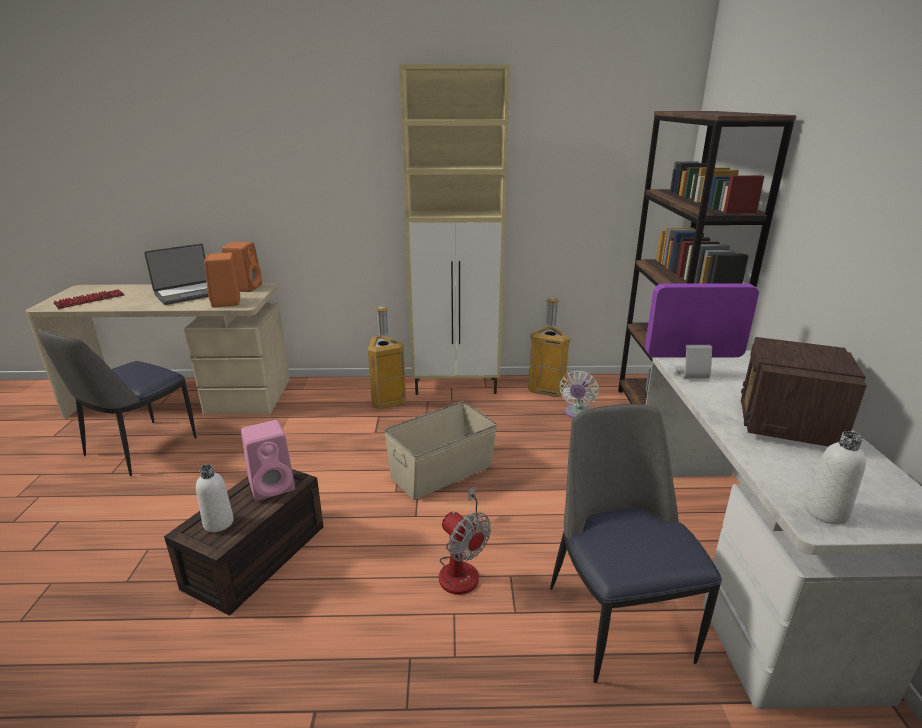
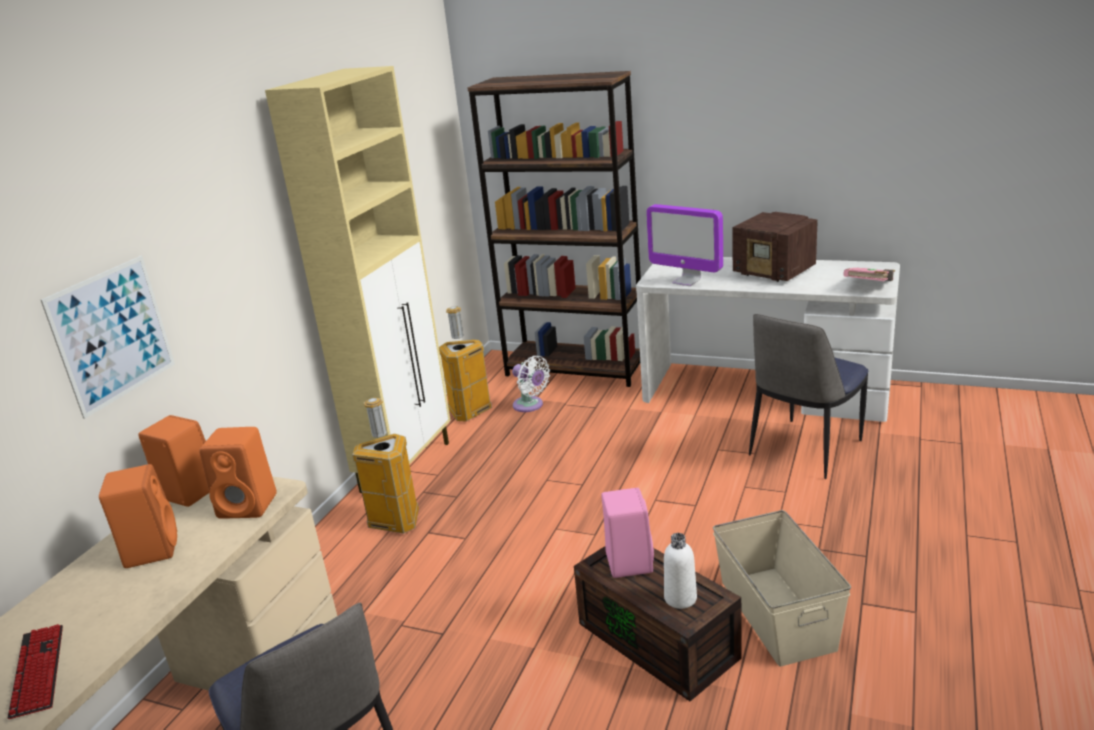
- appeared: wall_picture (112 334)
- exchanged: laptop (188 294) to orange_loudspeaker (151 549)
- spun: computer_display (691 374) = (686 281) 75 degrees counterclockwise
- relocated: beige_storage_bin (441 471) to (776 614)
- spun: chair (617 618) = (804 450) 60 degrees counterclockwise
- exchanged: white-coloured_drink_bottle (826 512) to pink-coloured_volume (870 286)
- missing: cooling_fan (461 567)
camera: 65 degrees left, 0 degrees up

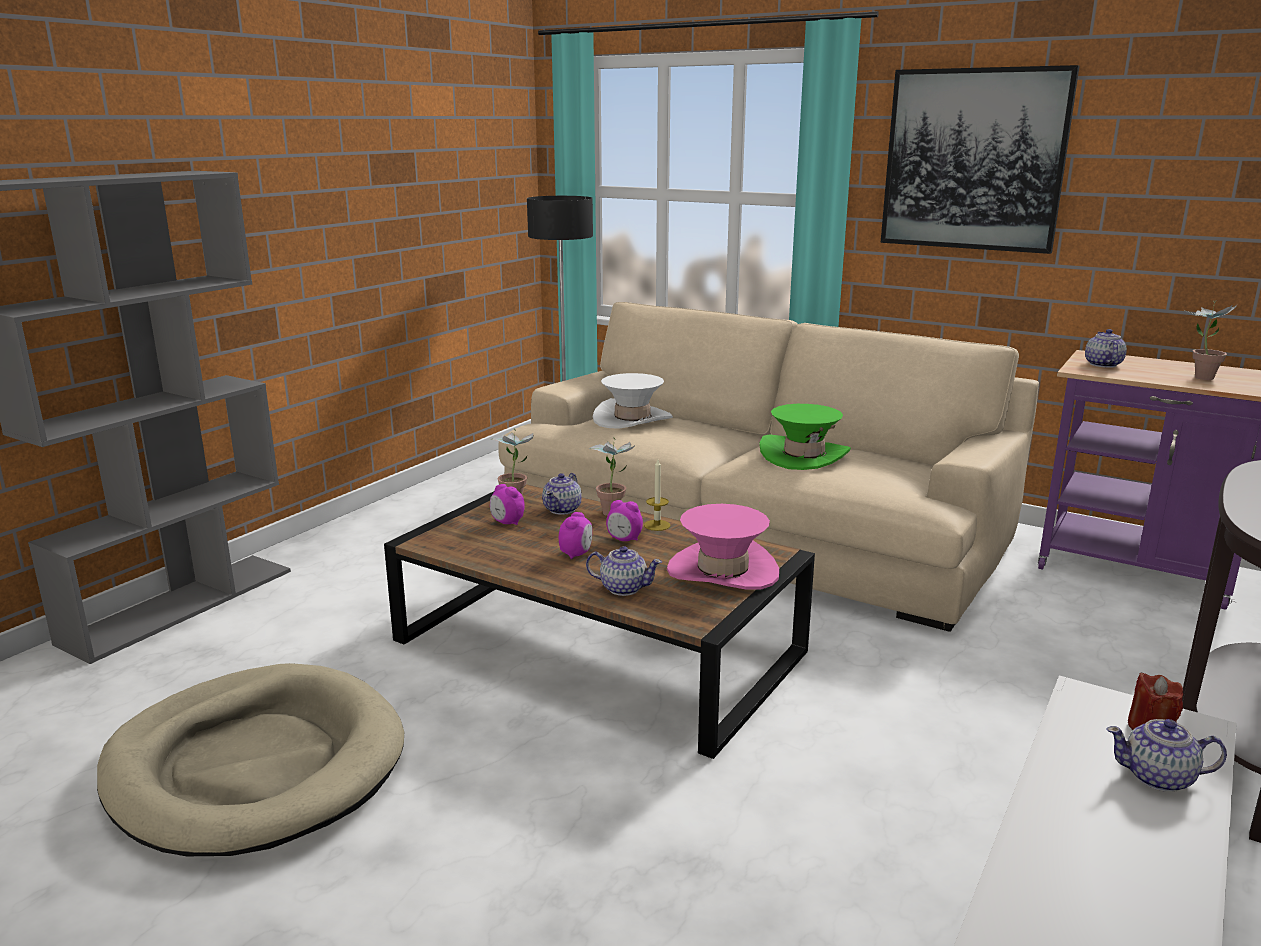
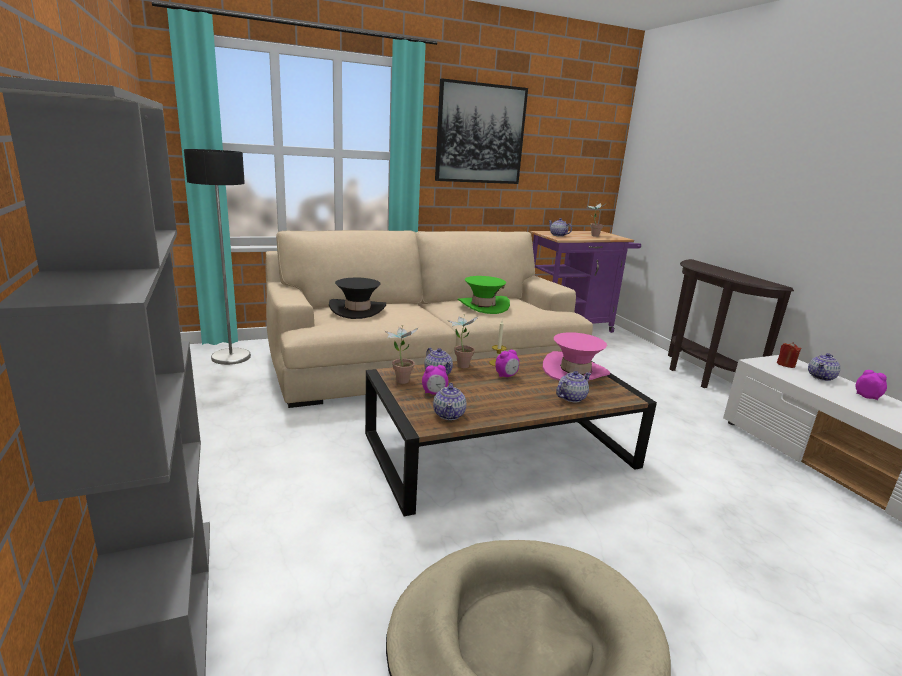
- colour: white-coloured_clothing_hat (632 419) to blackish_clothing_hat (357 310)
- appeared: teapot (449 414)
- relocated: table_clock (576 554) to (867 397)
camera: 55 degrees left, 0 degrees up

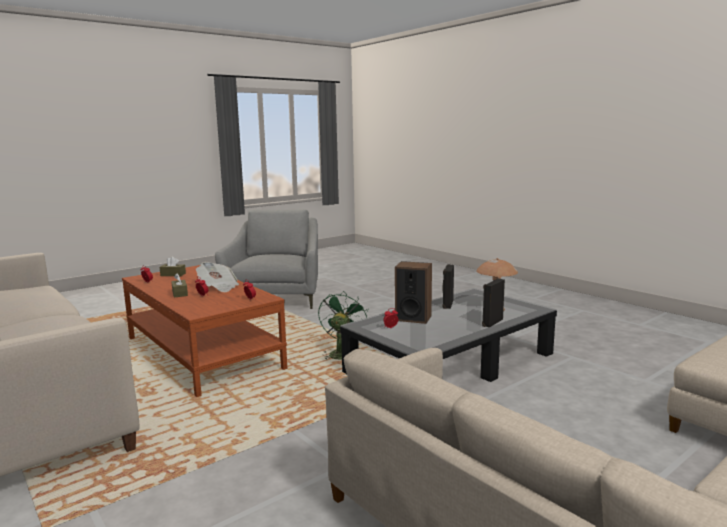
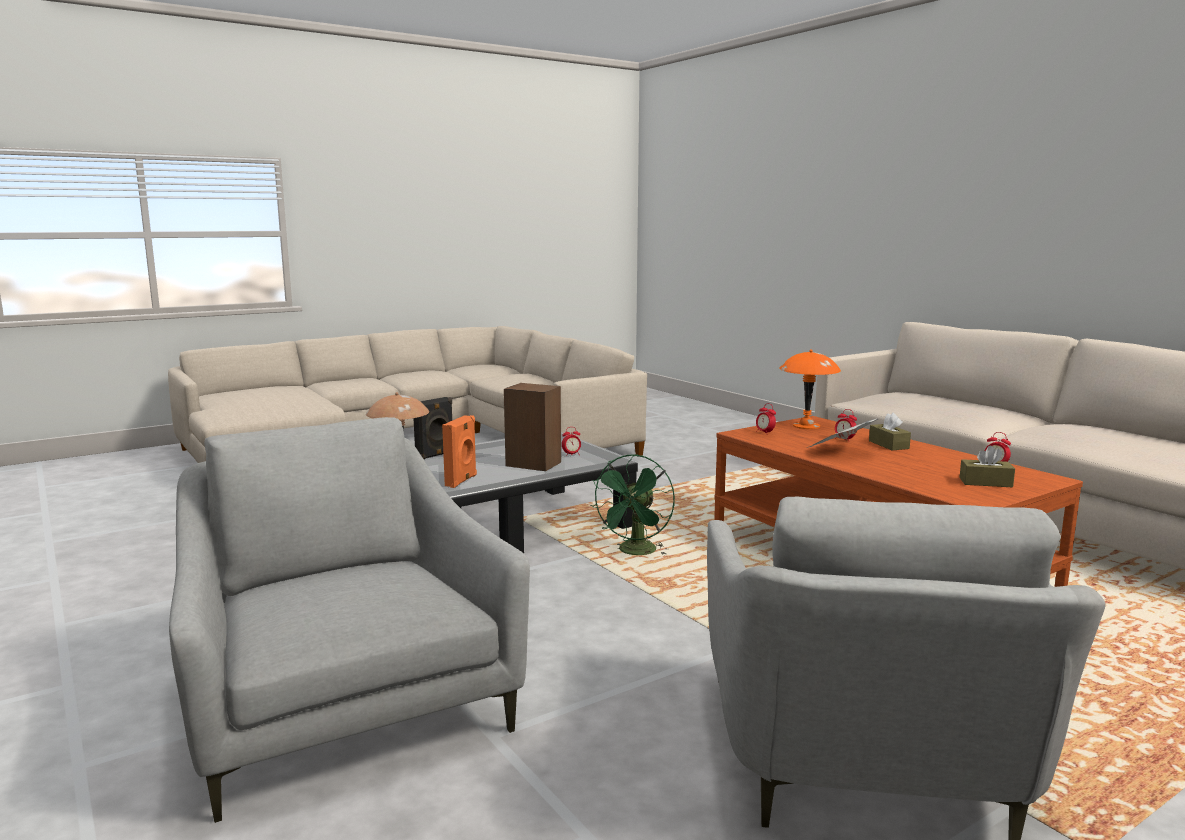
- appeared: gray_armchair (344 705)
- colour: blackish_loudspeaker (447 304) to orange_loudspeaker (462 481)
- appeared: orange_lamp_for_a_table (807 426)
camera: 175 degrees left, 0 degrees up

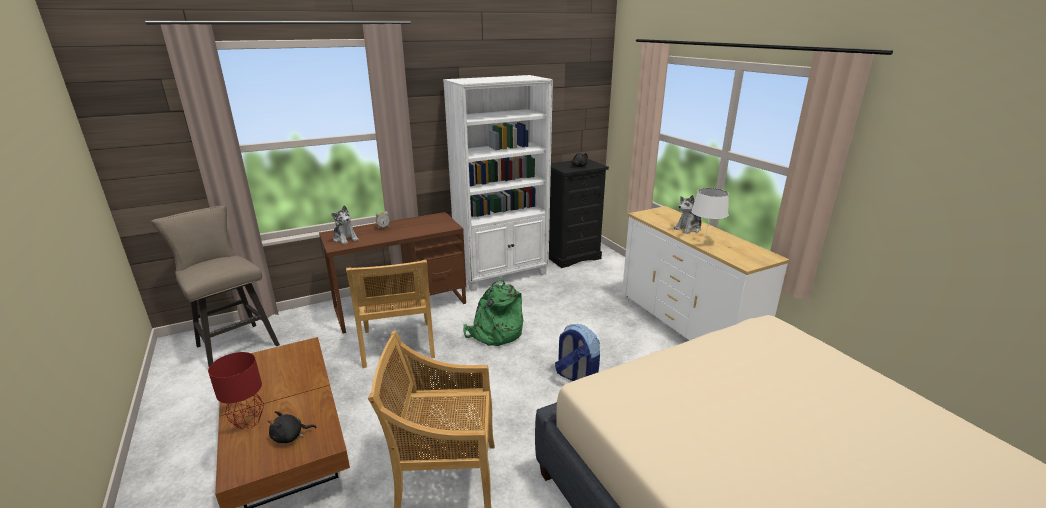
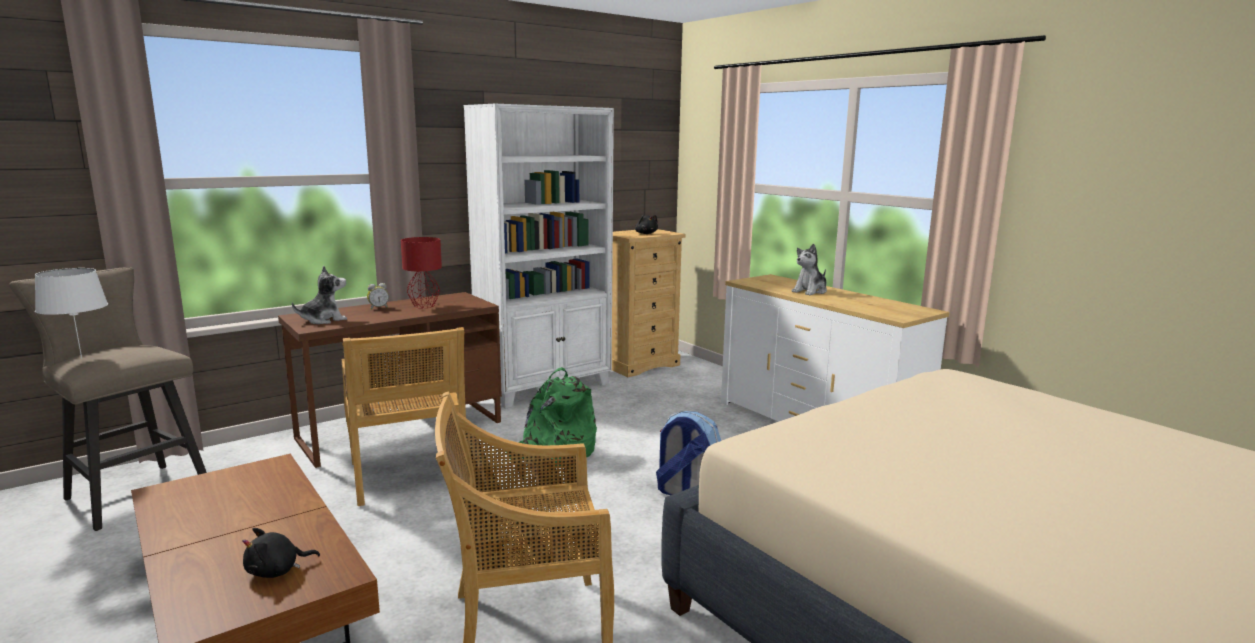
- relocated: white-coloured_lamp_for_a_table (705 242) to (82 358)
- spun: cuddly_toy (345 239) = (323 320) 75 degrees counterclockwise
- relocated: red_lamp_for_a_table (247 422) to (423 306)
- colour: blackish_drawer_chest (572 256) to beige_drawer_chest (639 364)
camera: 10 degrees left, 10 degrees down

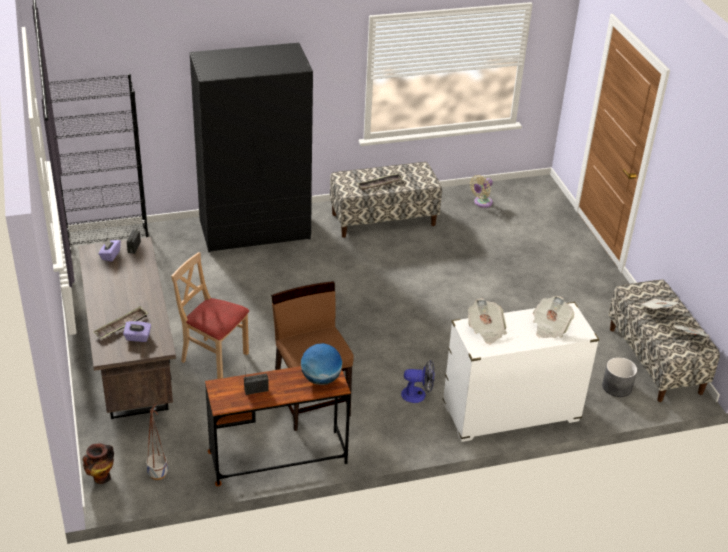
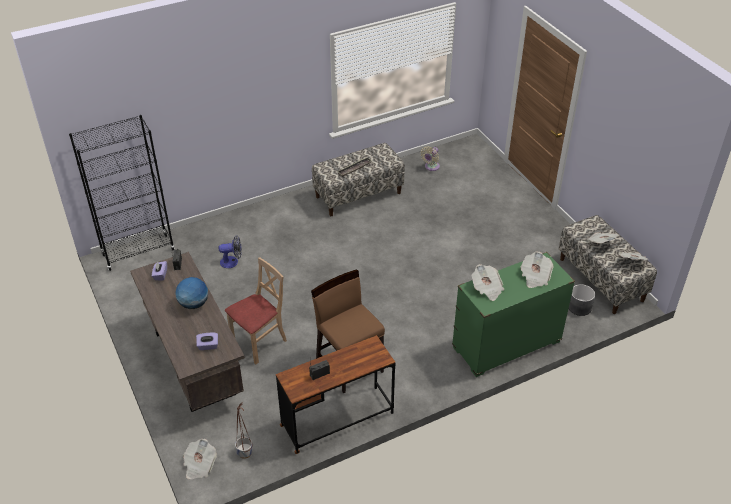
- relocated: world_globe (321 379) to (193 304)
- exchanged: vase (101 477) to daily_paper (199 465)
- relocated: cooling_fan (418 395) to (232 262)
- spun: beige_chair (214 358) = (259 342) 120 degrees clockwise
- colour: white-coloured_drawer_chest (510 413) to greenish_drawer_chest (506 345)
- missing: serving_tray (121 326)
- missing: blackish_wardrobe (255 230)
camera: 10 degrees left, 5 degrees up

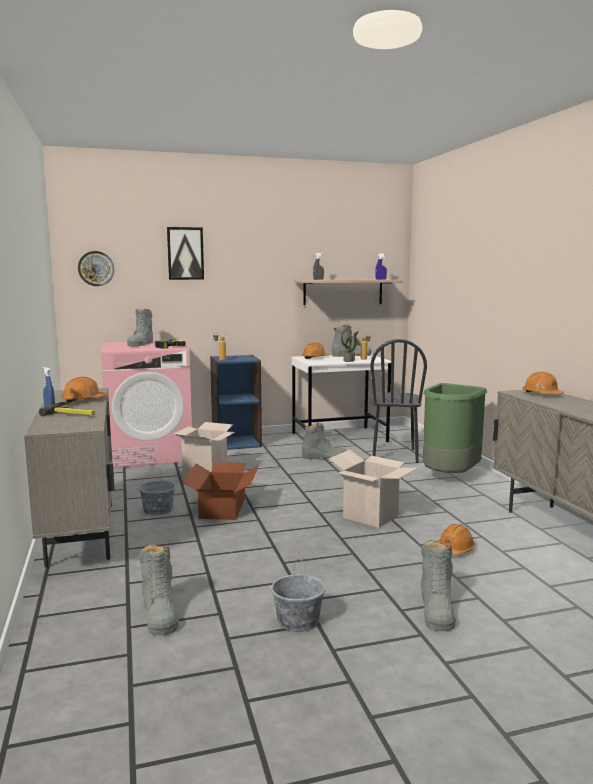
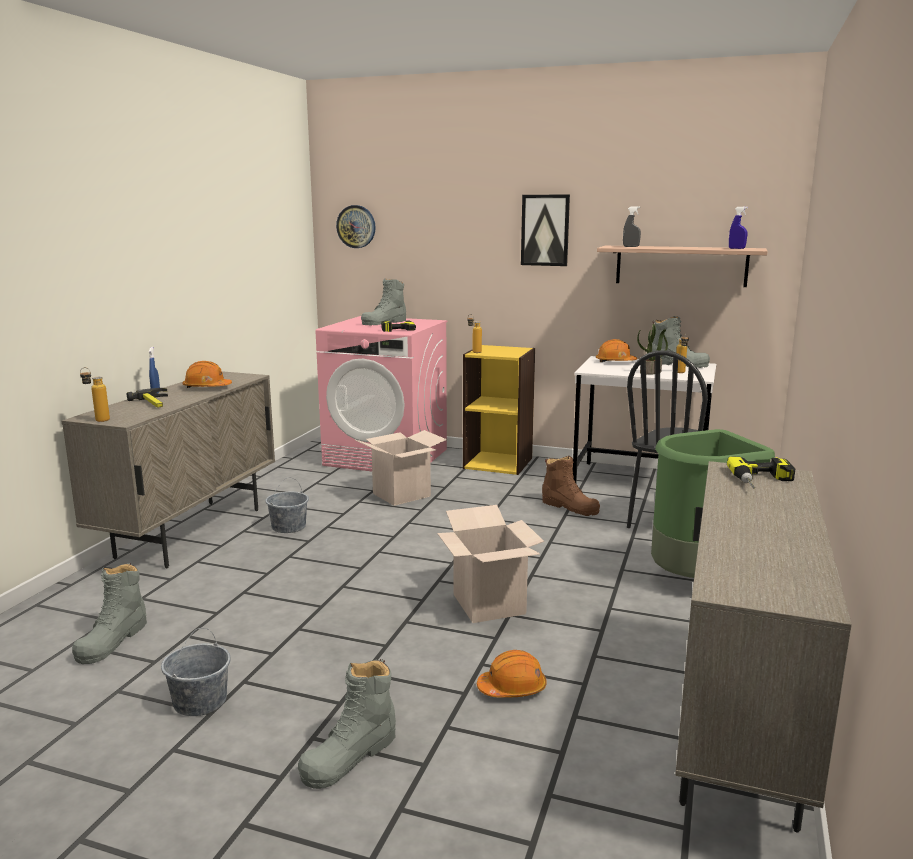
- appeared: drink_bottle (97 420)
- colour: blue-coloured_bookcase (236 443) to yellow-coloured_bookcase (498 463)
- relocated: wall_picture (185 253) to (545 230)
- colour: gray_boot (324 457) to brownish_boot (570 507)
- exchanged: orange_safety_helmet (542 394) to drill (764 482)
- missing: cardboard_box (223 508)
camera: 35 degrees right, 5 degrees up

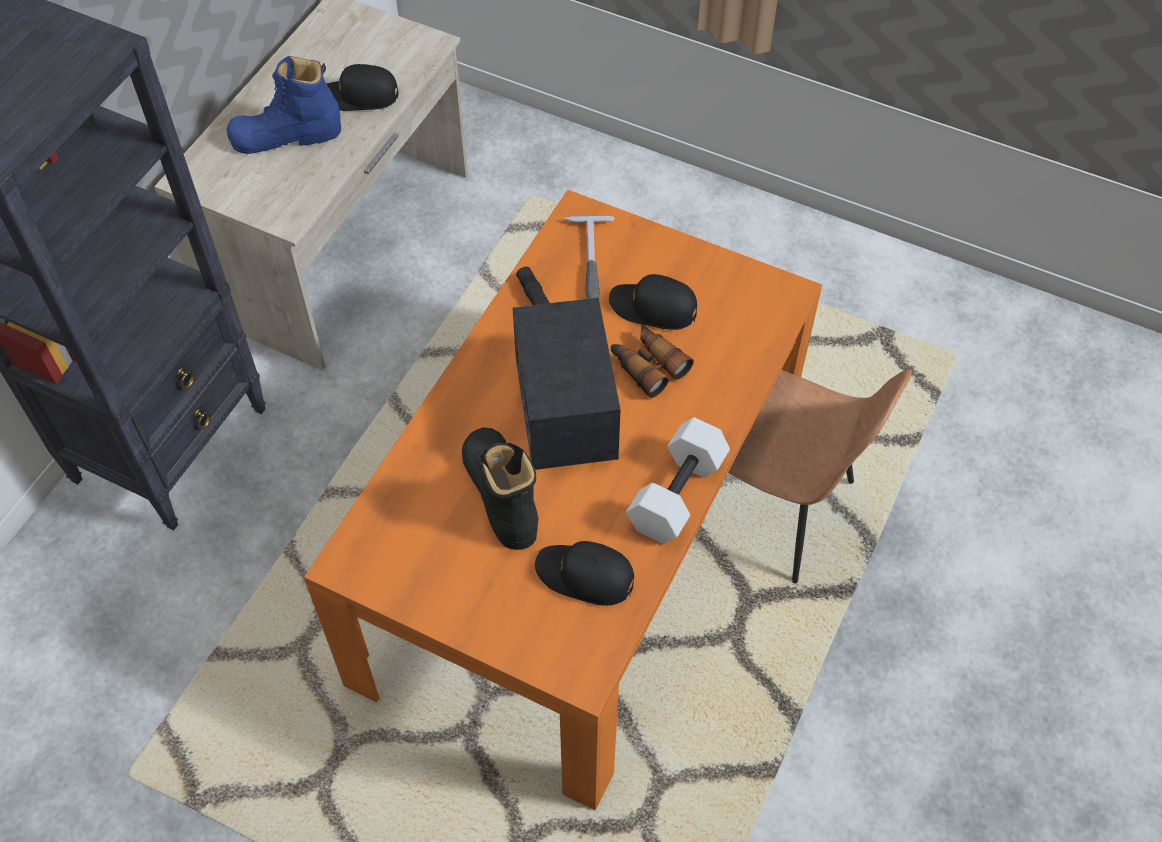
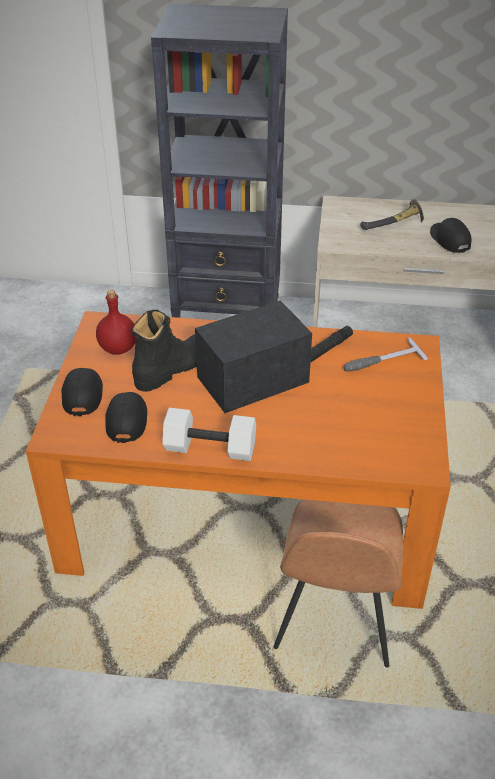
- relocated: blackish_peaked_cap (653 308) to (82 394)
- appeared: red_drink_bottle (118 348)
- exchanged: blue-coloured_boot (286 136) to hammer (394 224)
- missing: field_glasses (648 365)
camera: 70 degrees right, 15 degrees down

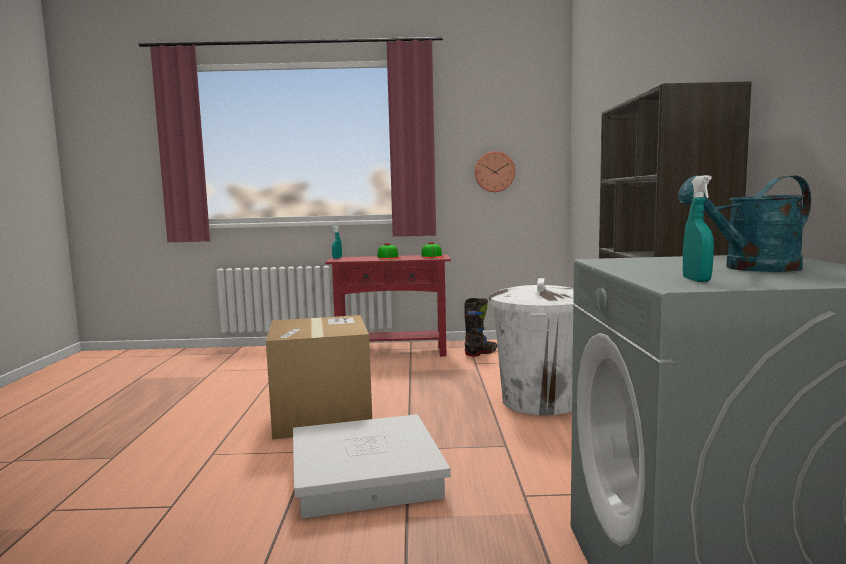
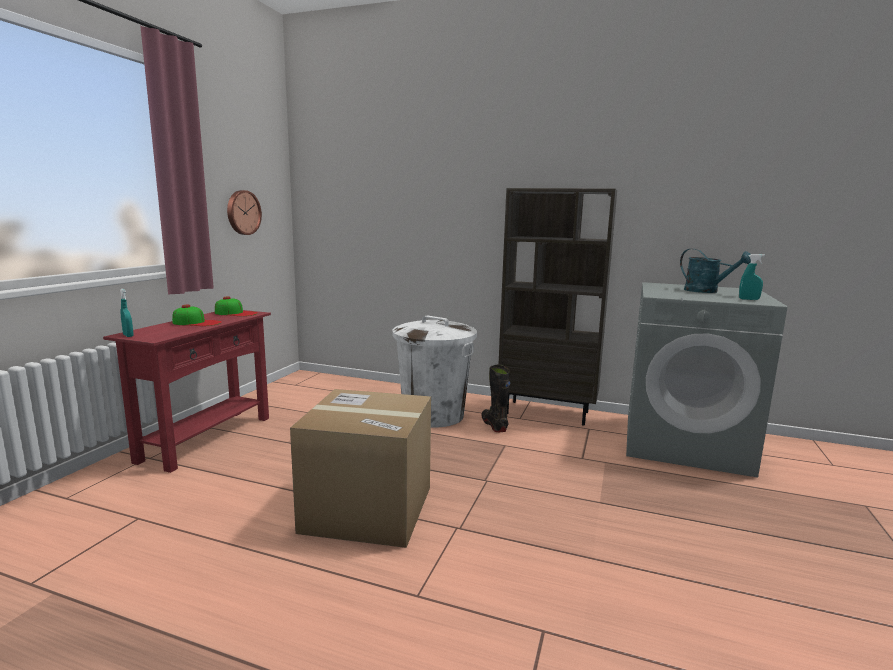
- relocated: blackish_boot (481 353) to (494 425)
- spun: blue-green_watering_pot (751 268) = (707 291) 45 degrees counterclockwise
- missing: white-coloured_storage_bin (364 475)
camera: 70 degrees left, 5 degrees up

